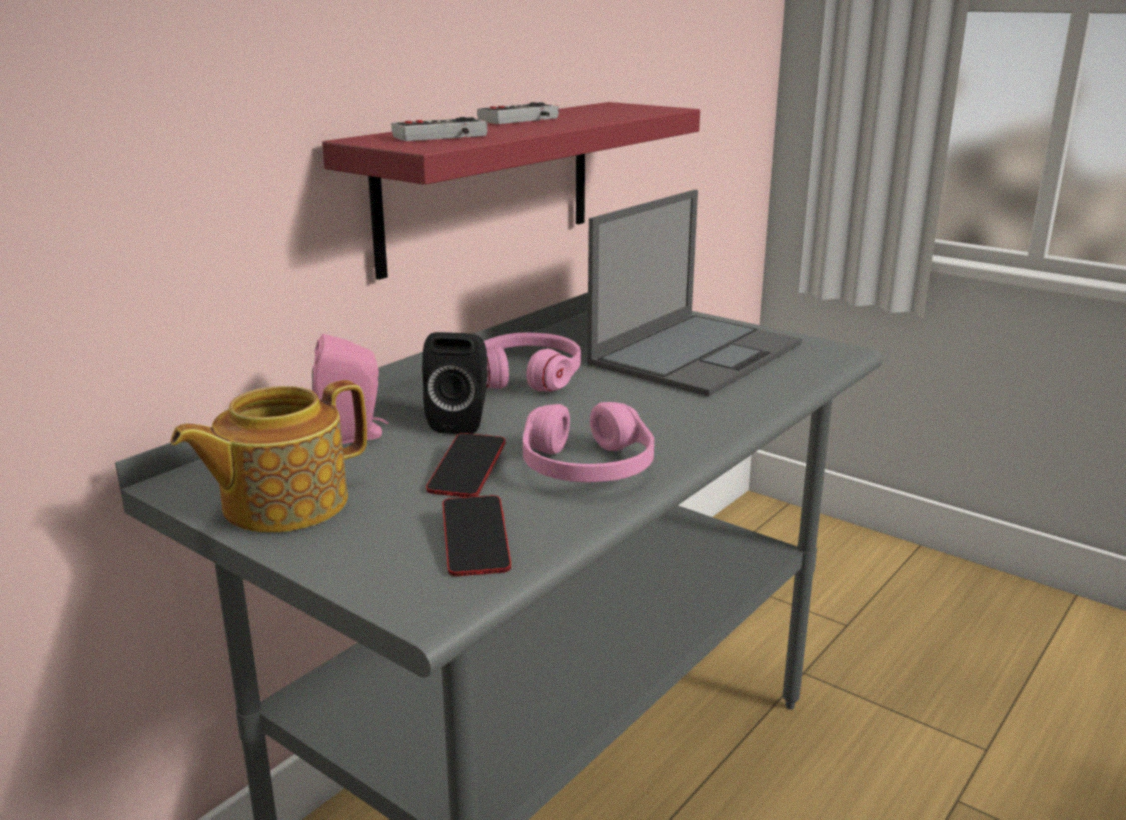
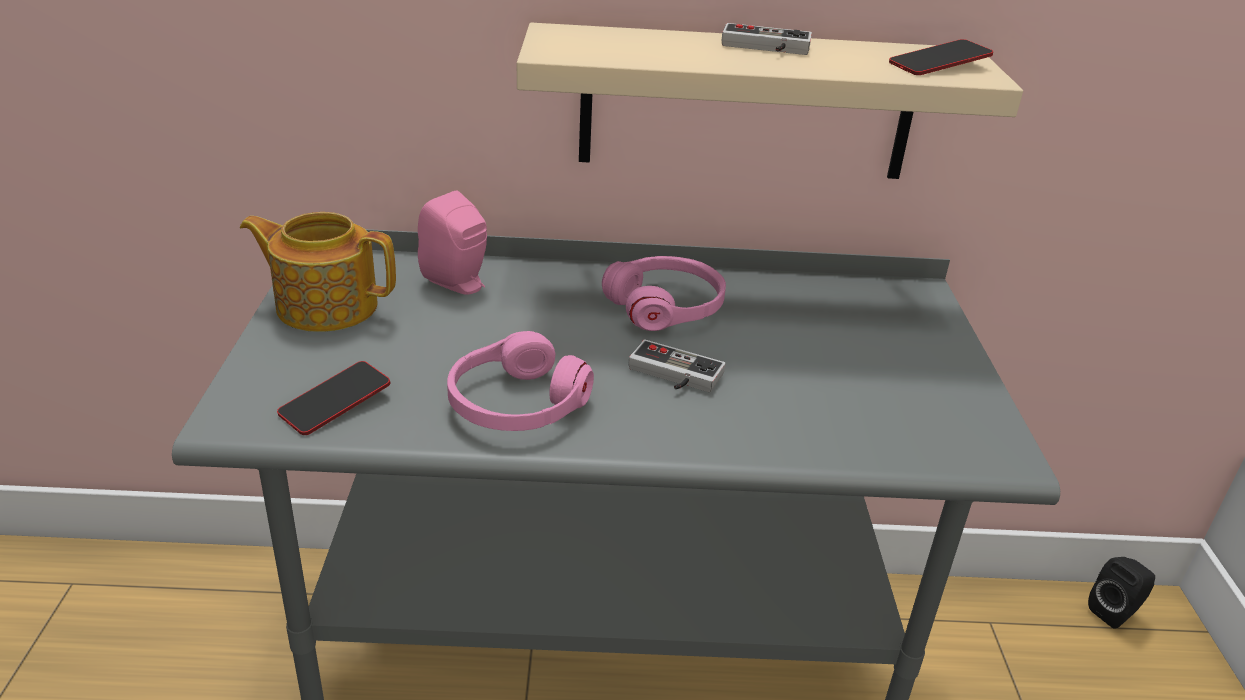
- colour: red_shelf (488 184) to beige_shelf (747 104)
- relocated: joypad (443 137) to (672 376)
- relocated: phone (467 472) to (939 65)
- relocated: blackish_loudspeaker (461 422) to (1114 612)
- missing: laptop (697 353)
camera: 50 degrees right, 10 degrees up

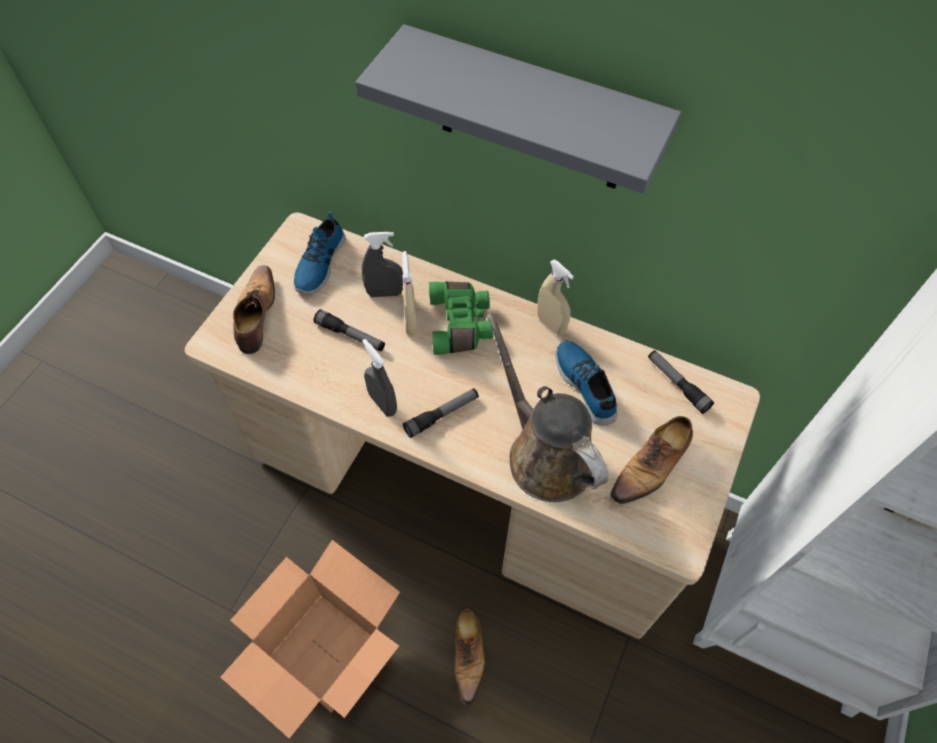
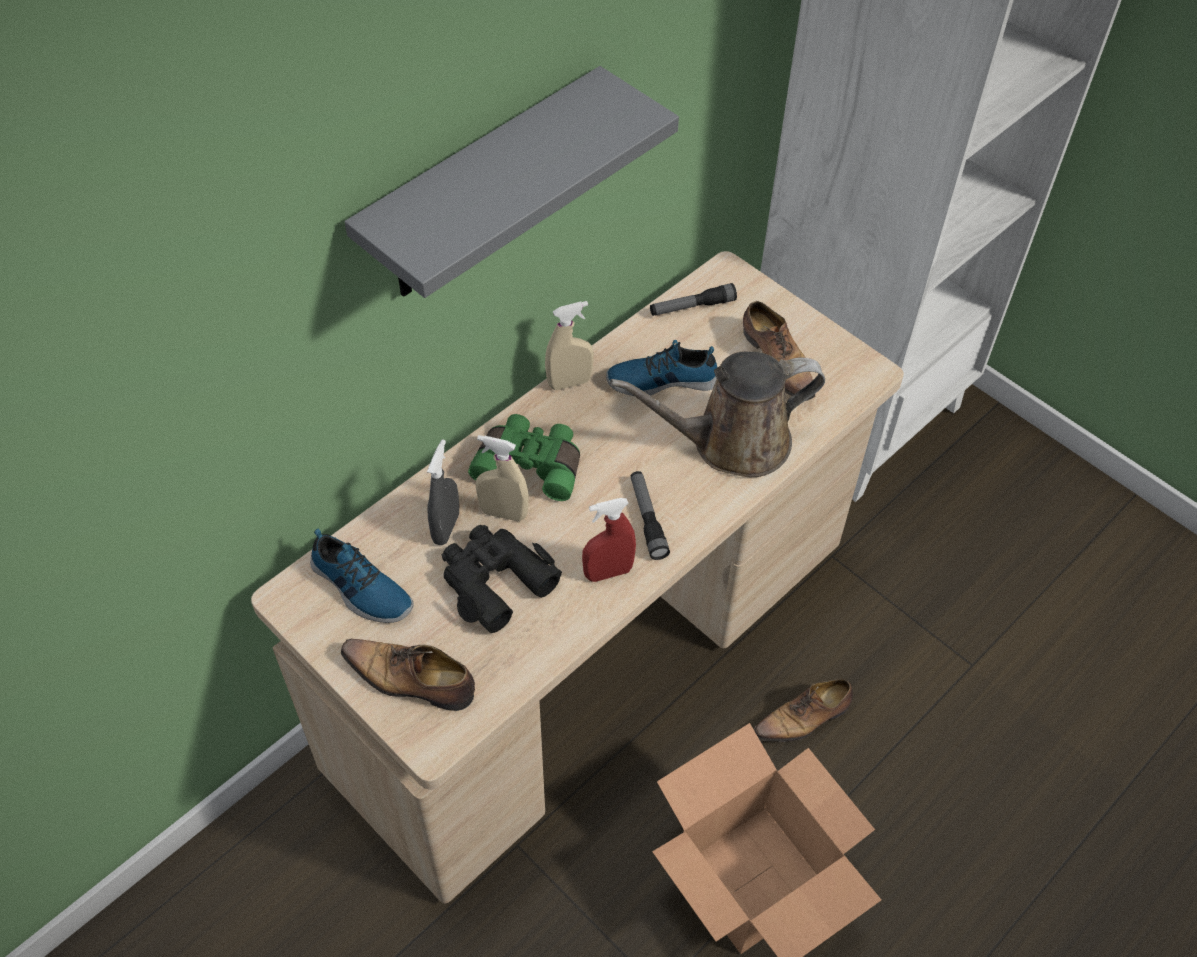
- exchanged: flashlight (350 335) to blackish_field_glasses (494 581)
- colour: gray_sprayer (382 403) to red_sprayer (608 572)
- spun: item_of_footwear (468 655) = (804 718) 135 degrees clockwise
camera: 70 degrees left, 5 degrees down

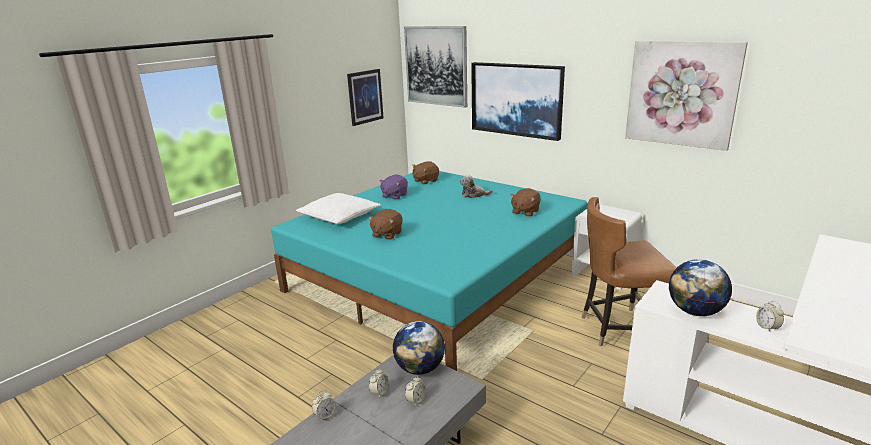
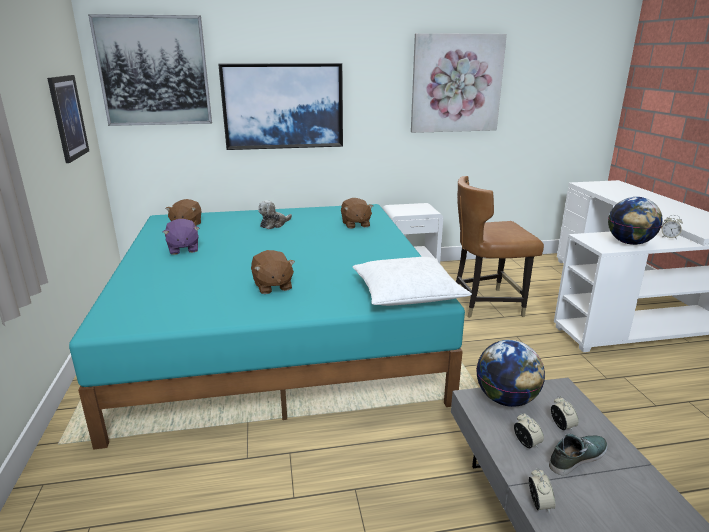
- relocated: white-coloured_pillow (339 216) to (407 293)
- spun: brownish_chair (618 328) = (486 304) 45 degrees clockwise
- appeared: item_of_footwear (576 457)
camera: 50 degrees left, 0 degrees up

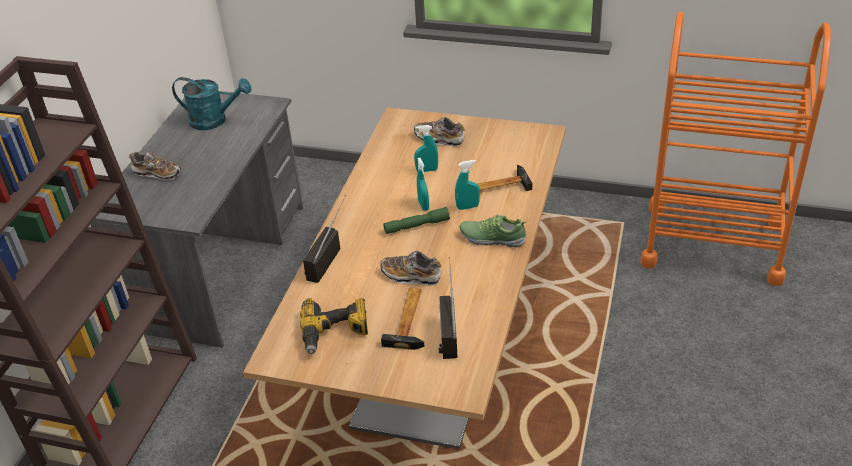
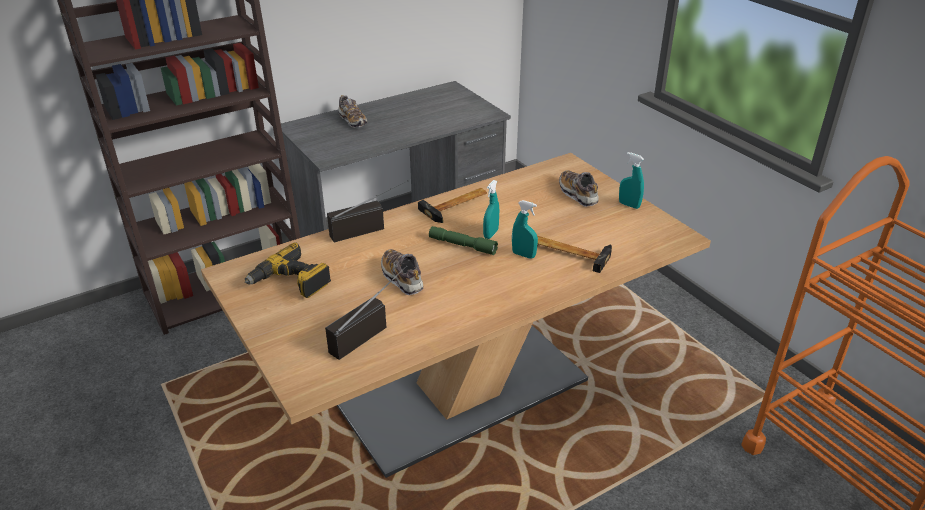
- relocated: hammer (410 320) to (457 206)
- relocated: blue-green_sprayer (427 170) to (629 205)
- missing: blue-green_watering_pot (215 120)
- missing: item_of_footwear (492 238)
camera: 40 degrees right, 5 degrees down

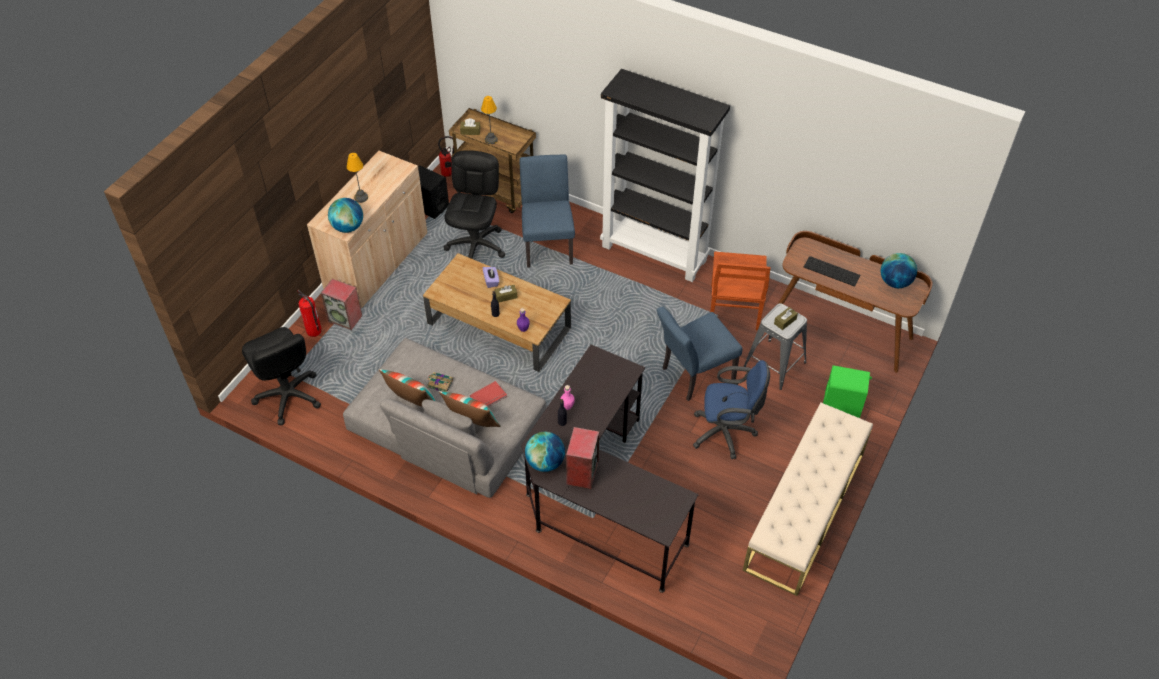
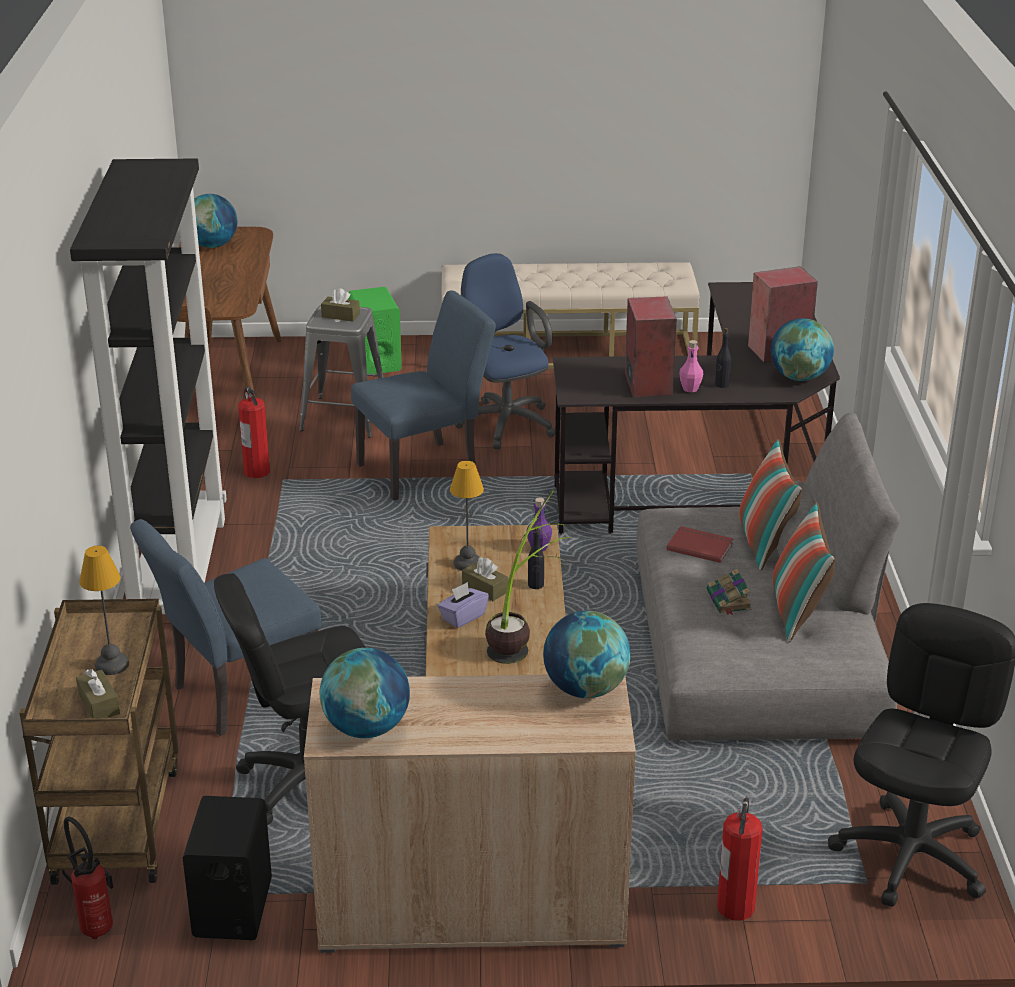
- exchanged: brownish_chair (734 308) to extinguisher (256 471)
- appeared: world_globe (366 728)
- spun: blue-coloured_chair (693 375) = (426 469) 60 degrees counterclockwise
- relocated: lamp_for_a_table (360 197) to (468 564)
- appeared: potted_plant (523 638)
- relocated: loudspeaker (346 318) to (647 383)
- missing: keyboard (832 271)
camera: 120 degrees left, 20 degrees down

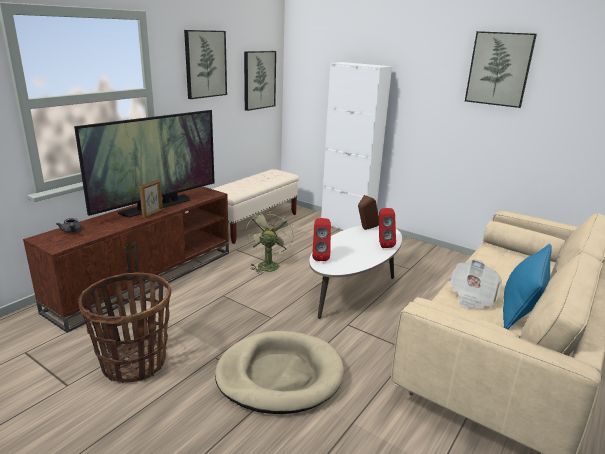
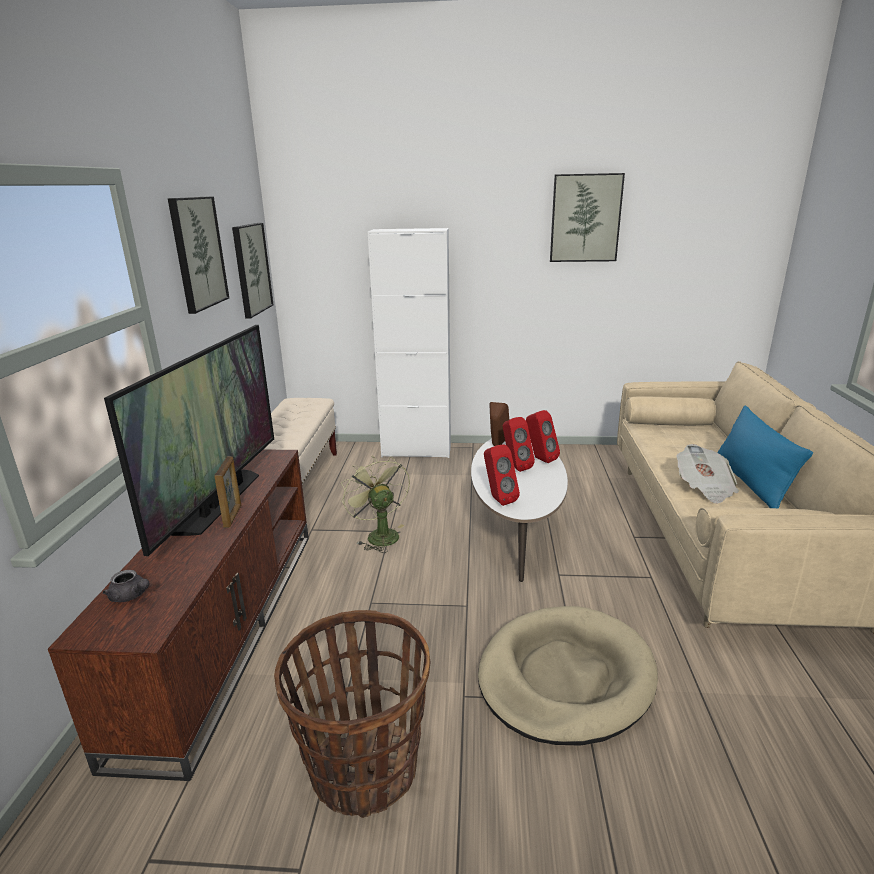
- appeared: red_loudspeaker (515 466)
camera: 30 degrees left, 0 degrees up

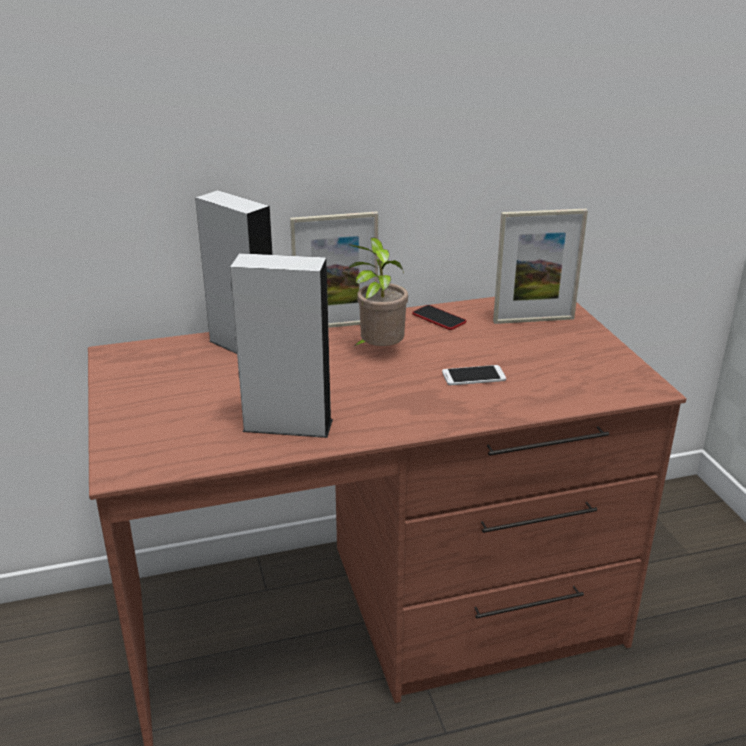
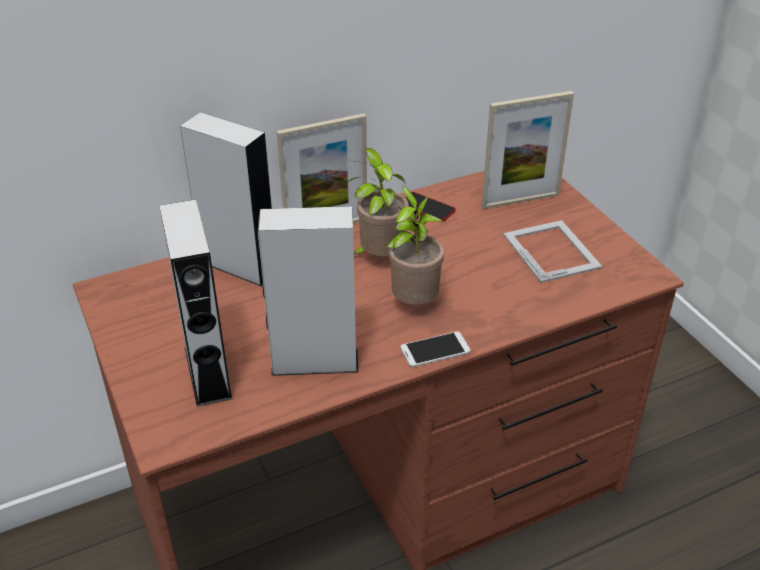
- appeared: gray_loudspeaker (207 372)
- appeared: potted_plant (414 303)
- relocated: phone (473 376) to (435 350)
- appeared: photo_frame (551 250)
camera: 10 degrees left, 10 degrees up

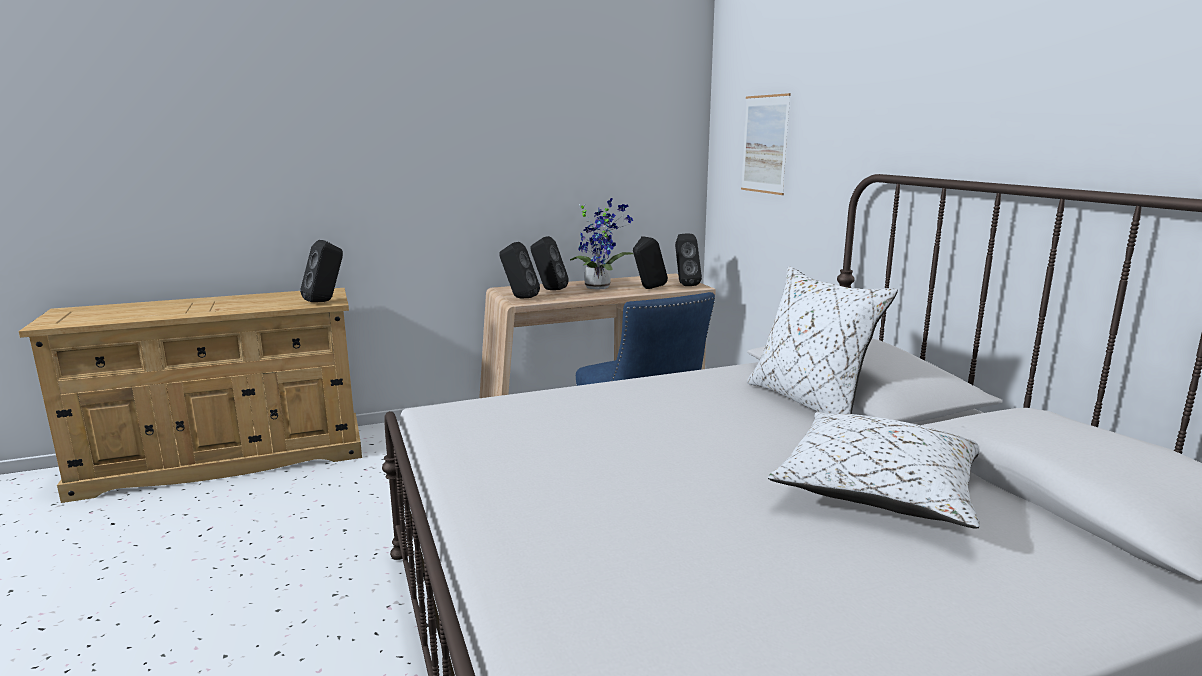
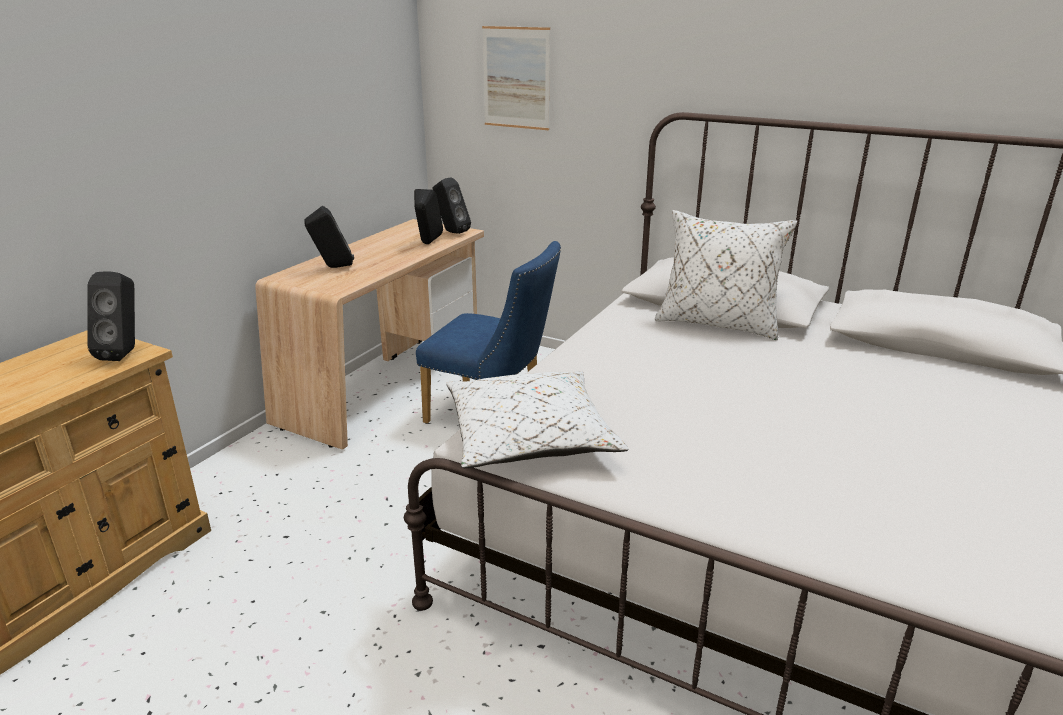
- relocated: white-coloured_pillow (879 490) to (529 437)
- missing: blackish_loudspeaker (519 298)
- missing: potted_plant (600 287)
camera: 40 degrees left, 10 degrees up

